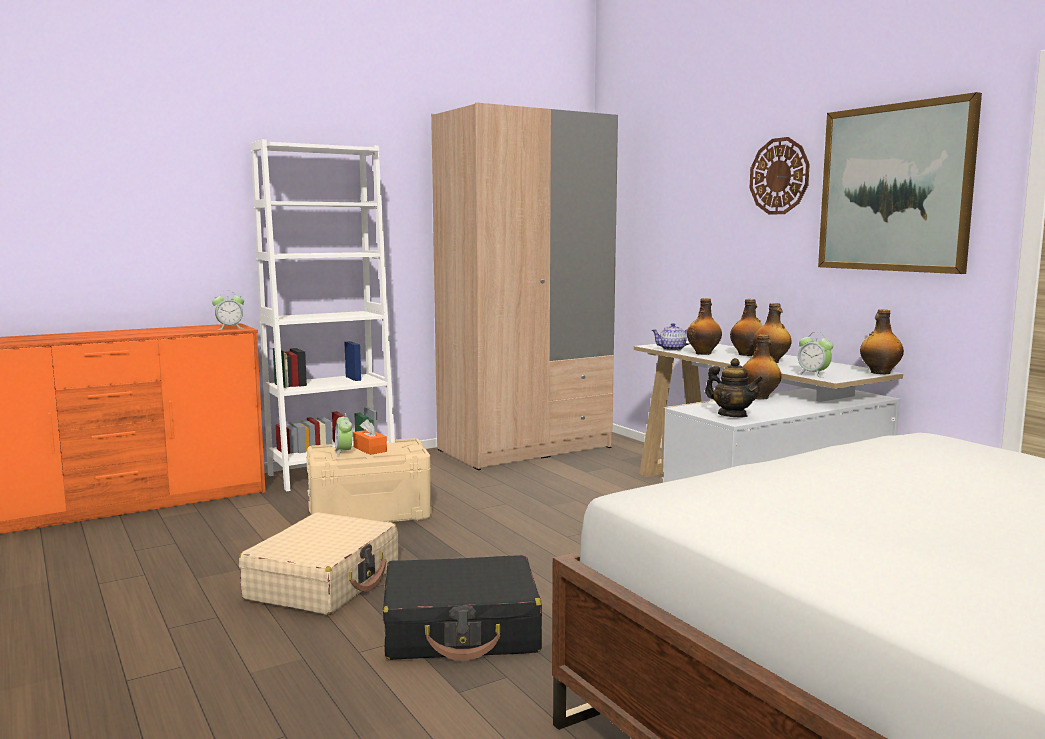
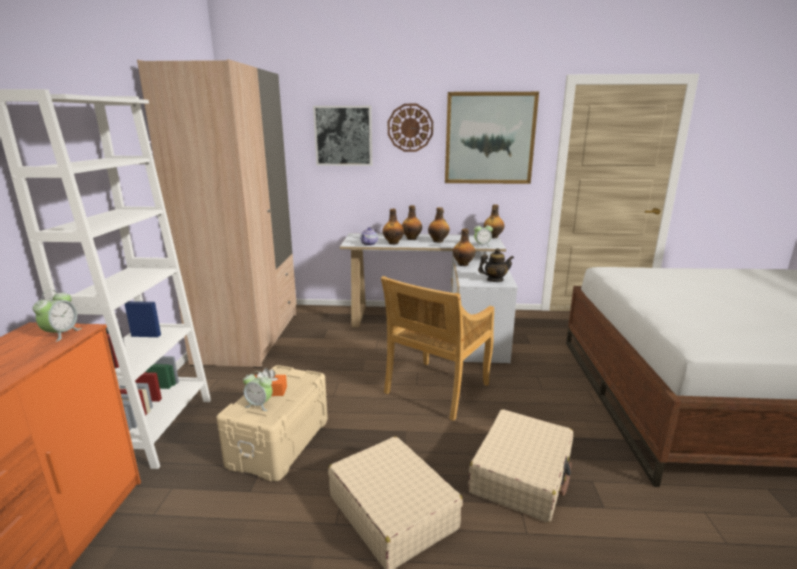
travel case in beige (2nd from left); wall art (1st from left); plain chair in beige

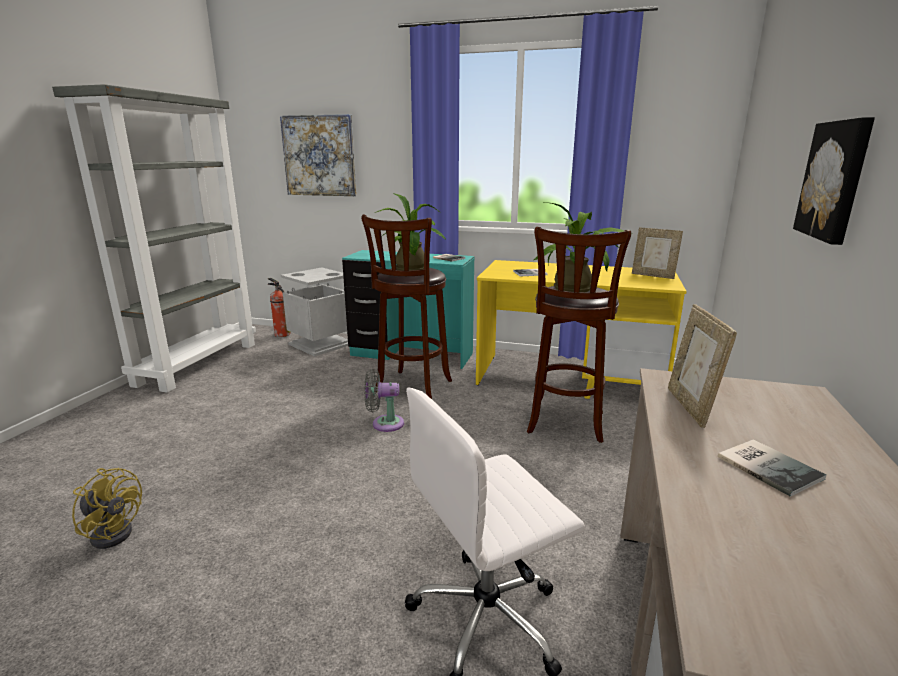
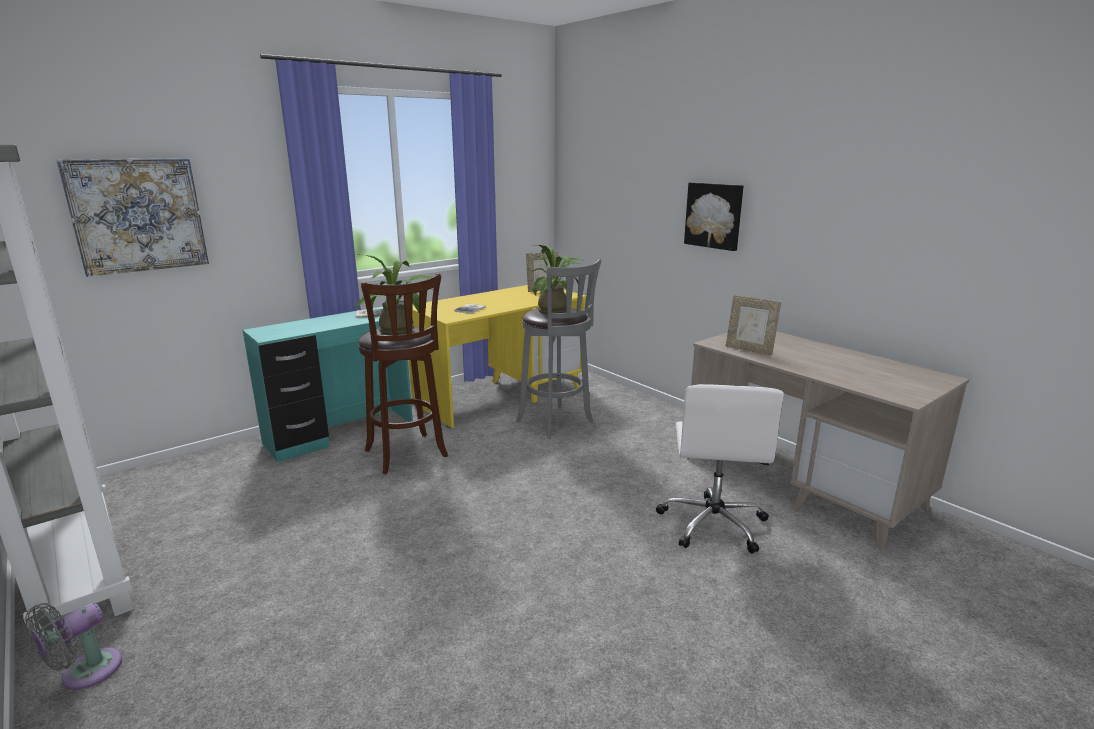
stool in gray; waste bin in gray; fire extinguisher; fan in gray; book (3rd from left in the first image); fan in yellowish

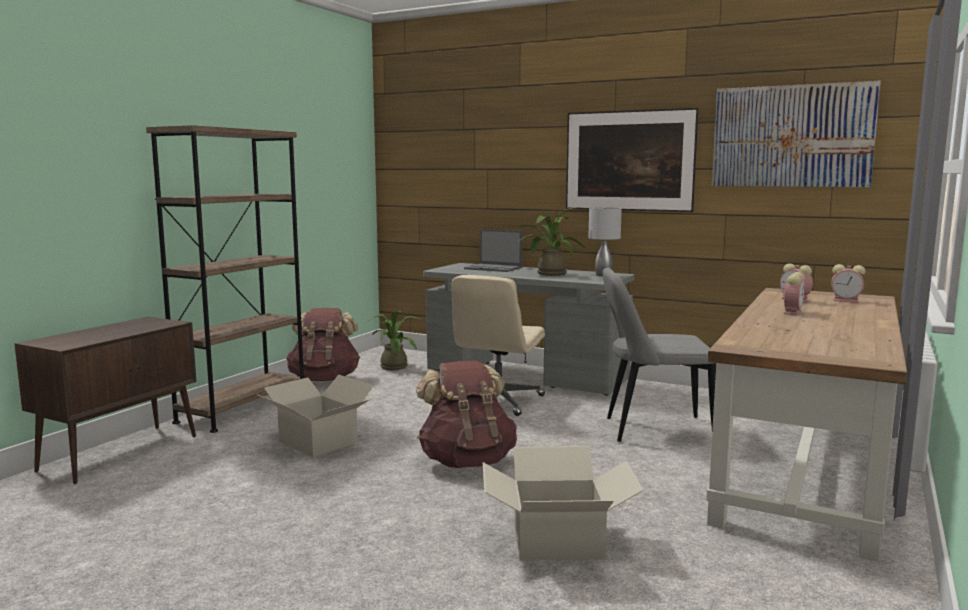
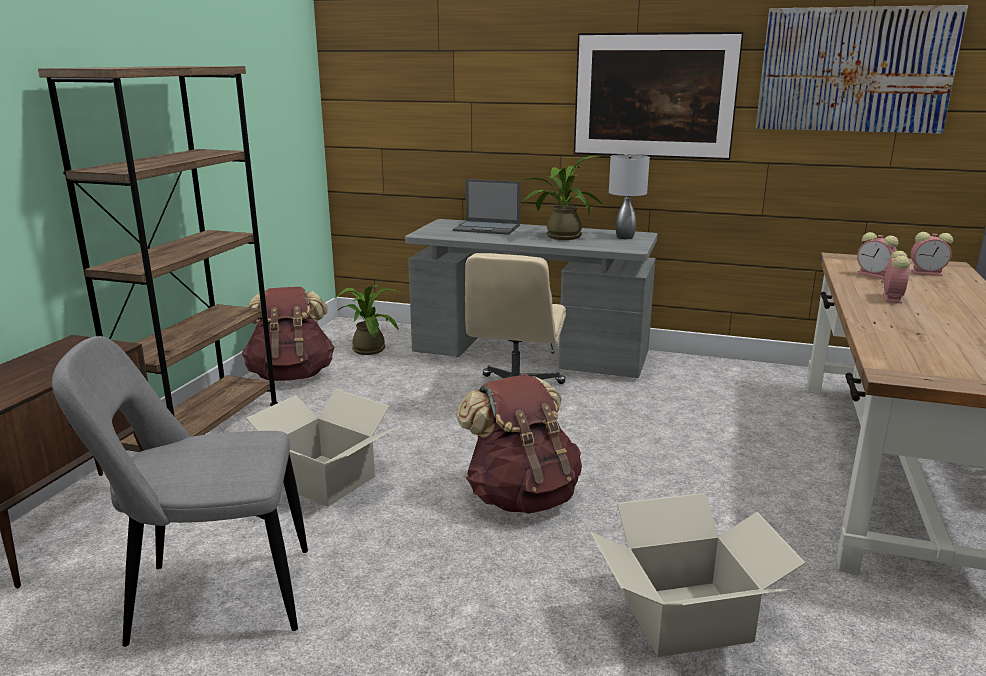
plain chair in gray

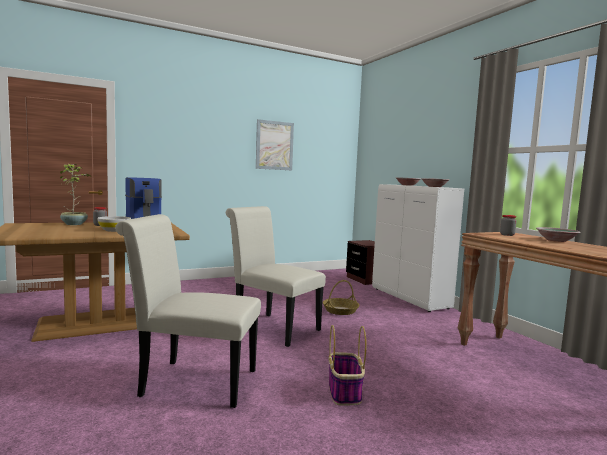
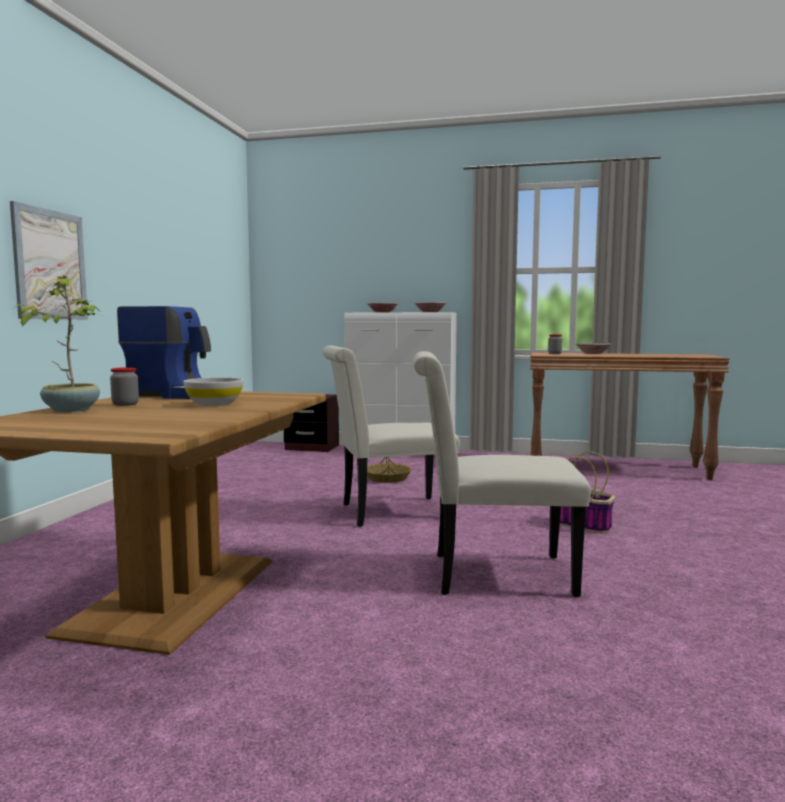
wall art; plain chair in white-coloured (2nd from left)

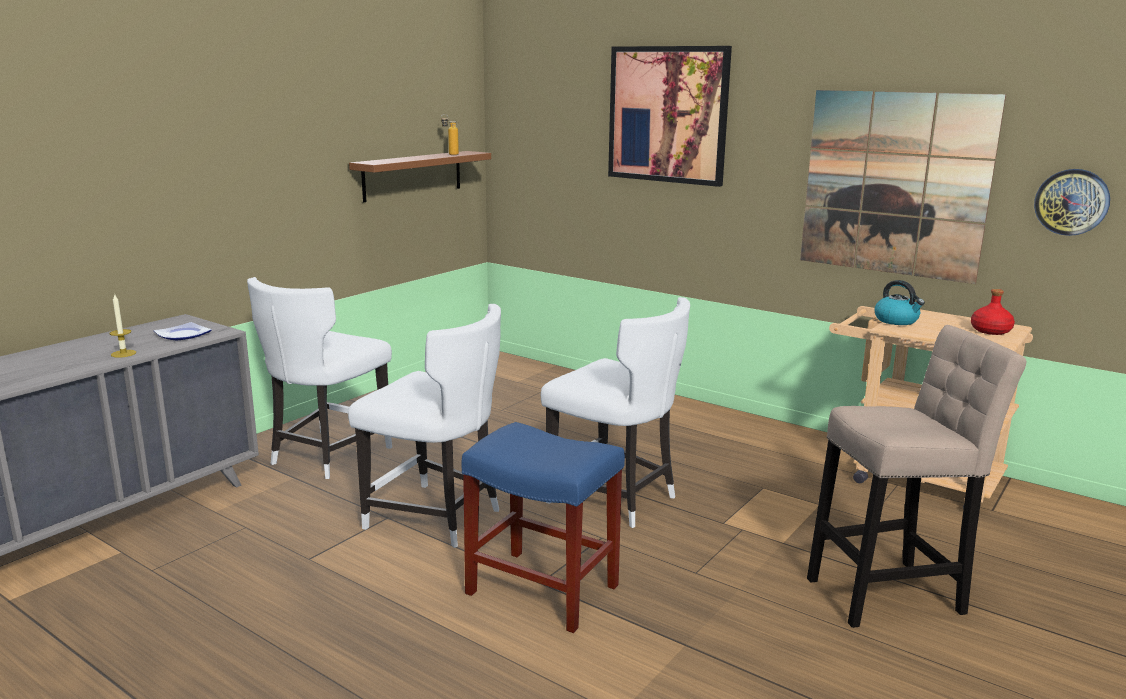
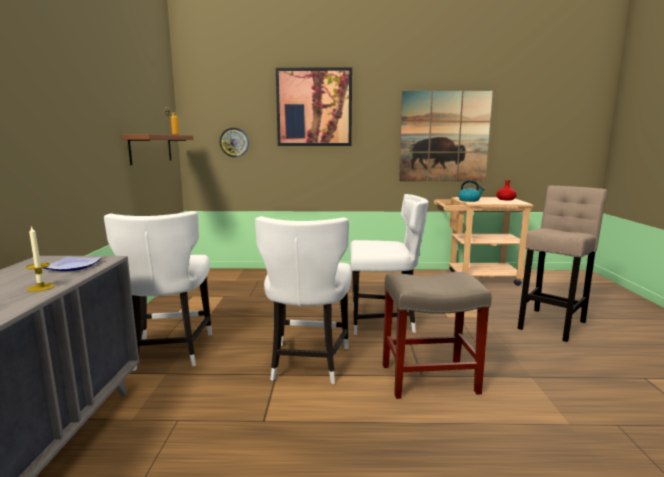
clock on the wall; plain chair in white-coloured (2nd from left); stool in beige (1st from left)

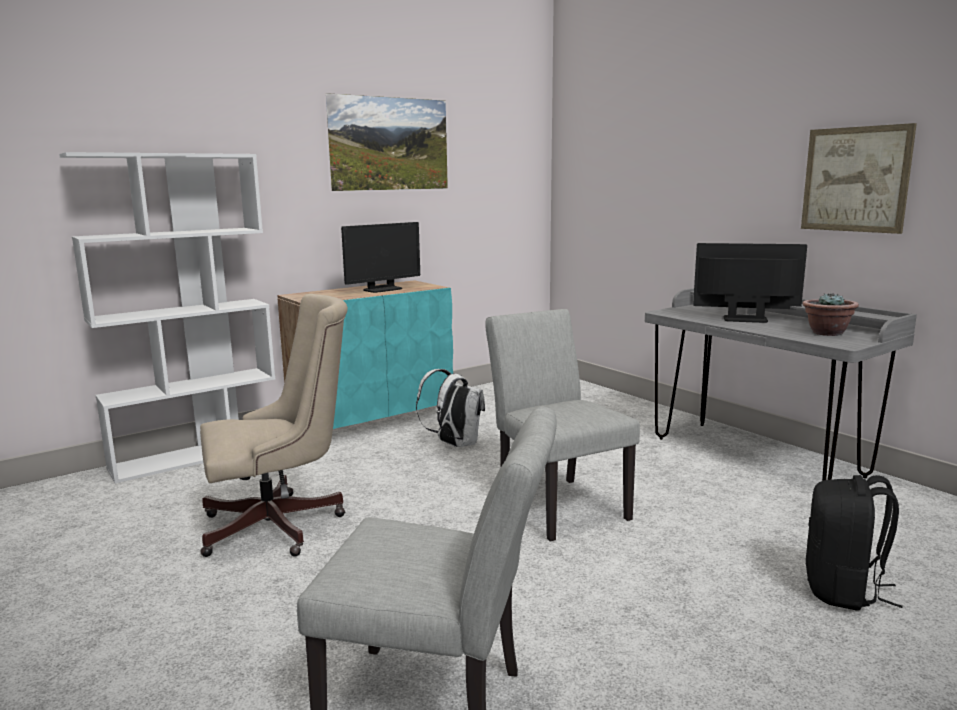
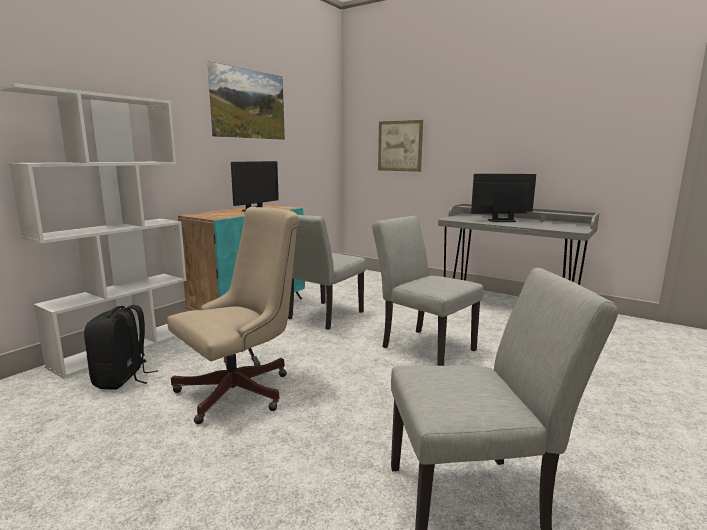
wall art (2nd from left); potted plant; plain chair in gray (1st from left); knapsack in black

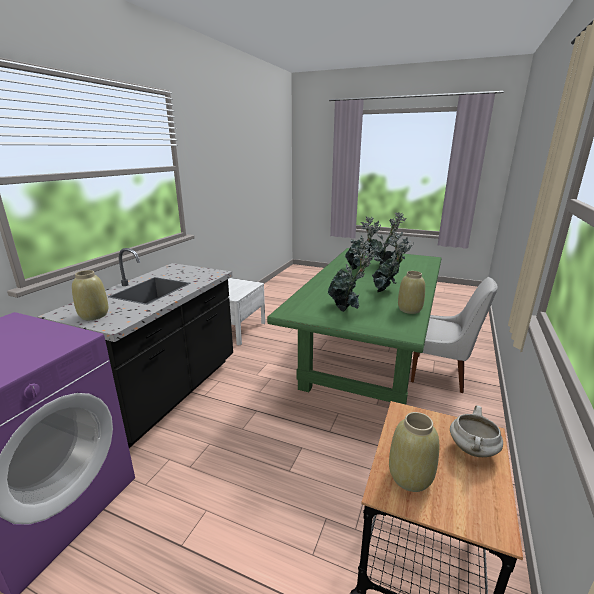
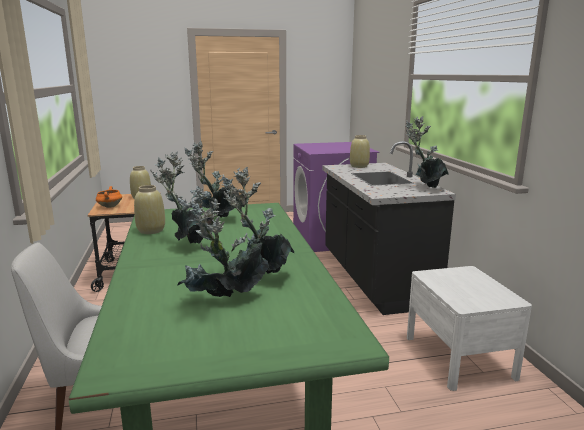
stockpot in orange; potted plant (5th from left)

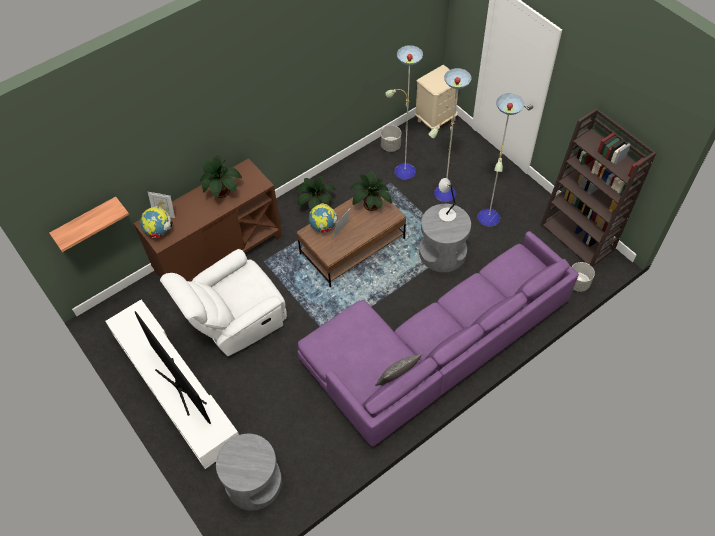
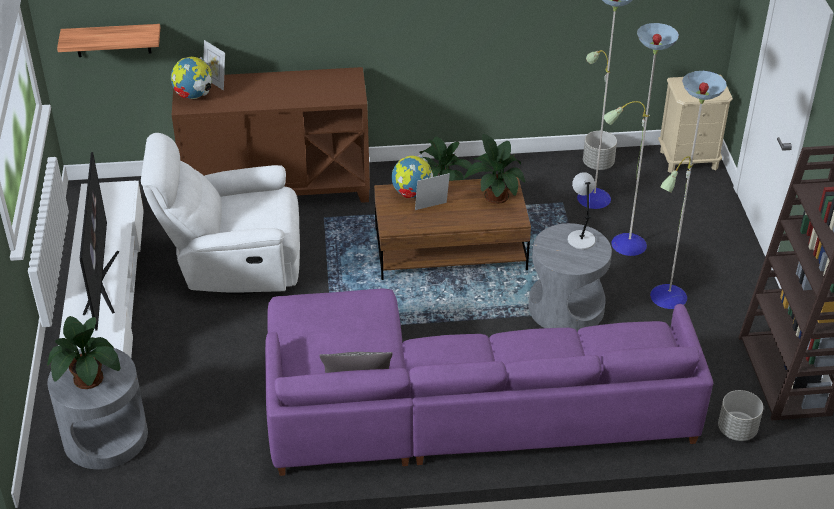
potted plant (1st from left)

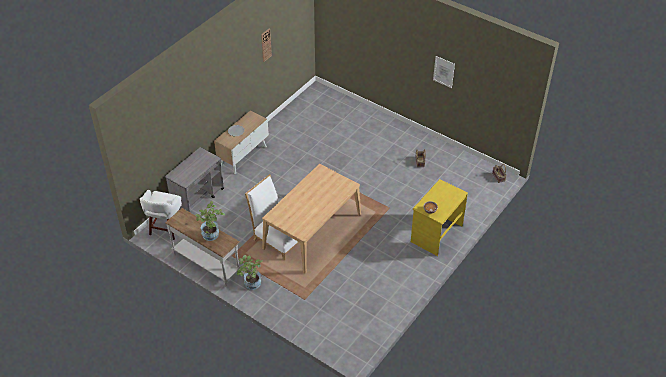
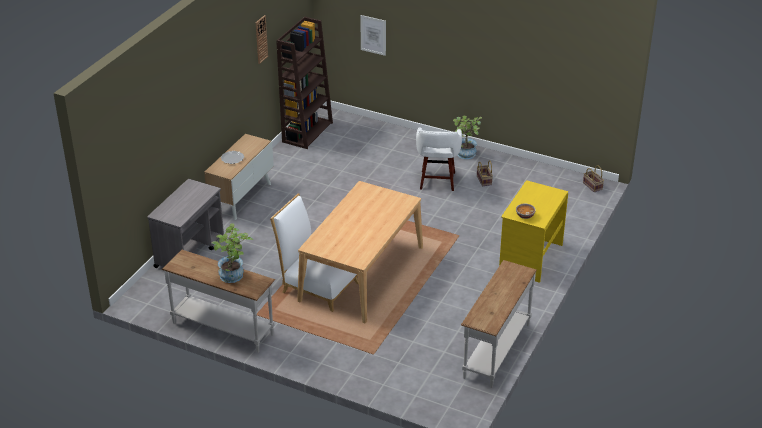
wall art; stool in white-coloured; potted plant (2nd from left); bookcase in brown; hall table in white-coloured (2nd from left)

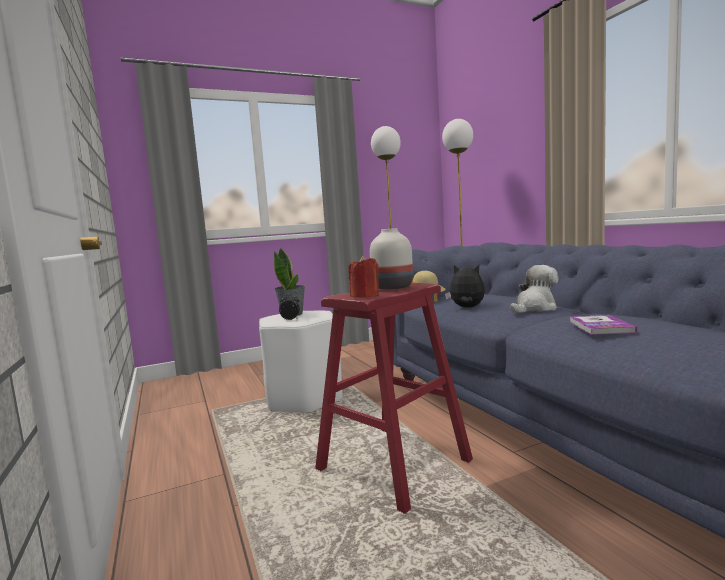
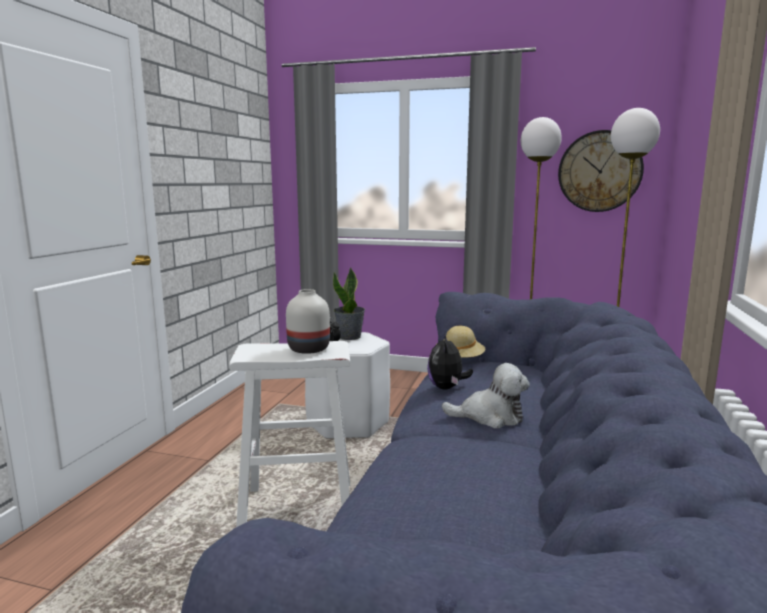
wax light in red; plush toy (1st from left); stool in white-coloured (1st from left); book; clock on the wall

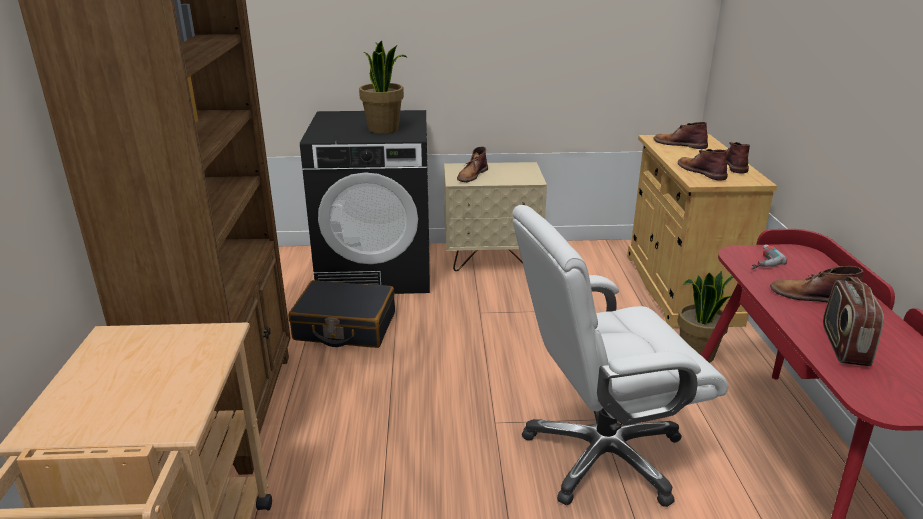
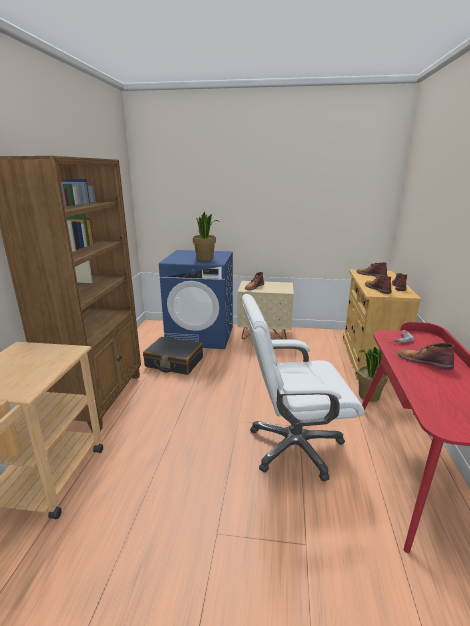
laundry machine in blue-coloured; radio set

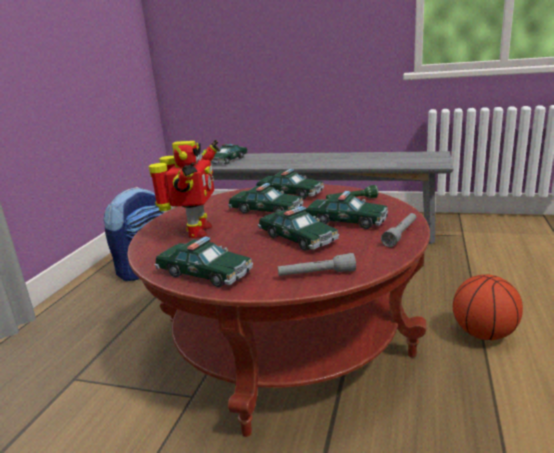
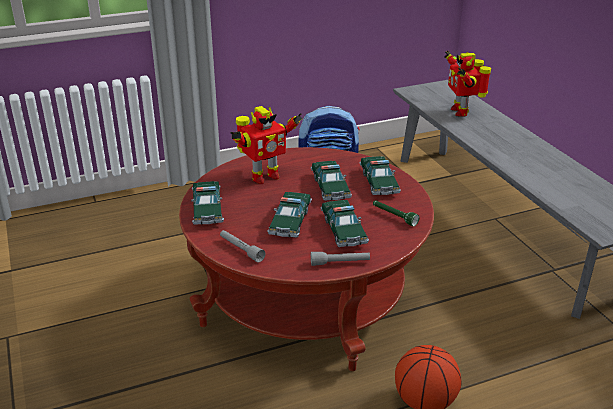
toy robot (2nd from left)

